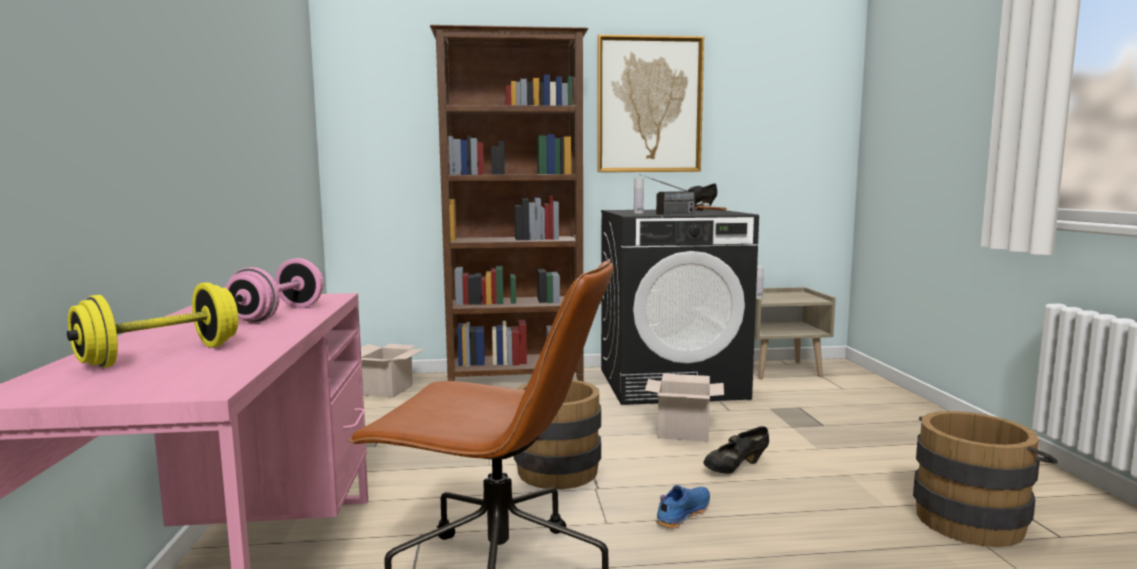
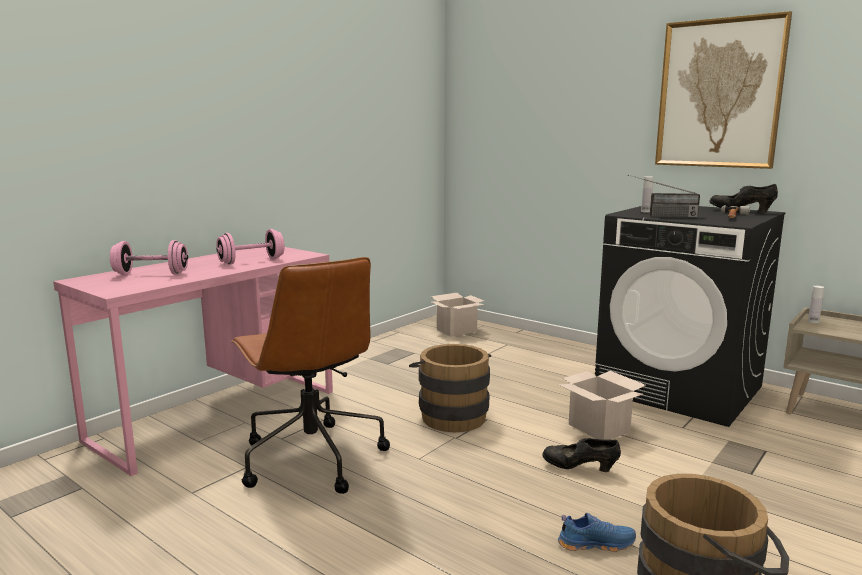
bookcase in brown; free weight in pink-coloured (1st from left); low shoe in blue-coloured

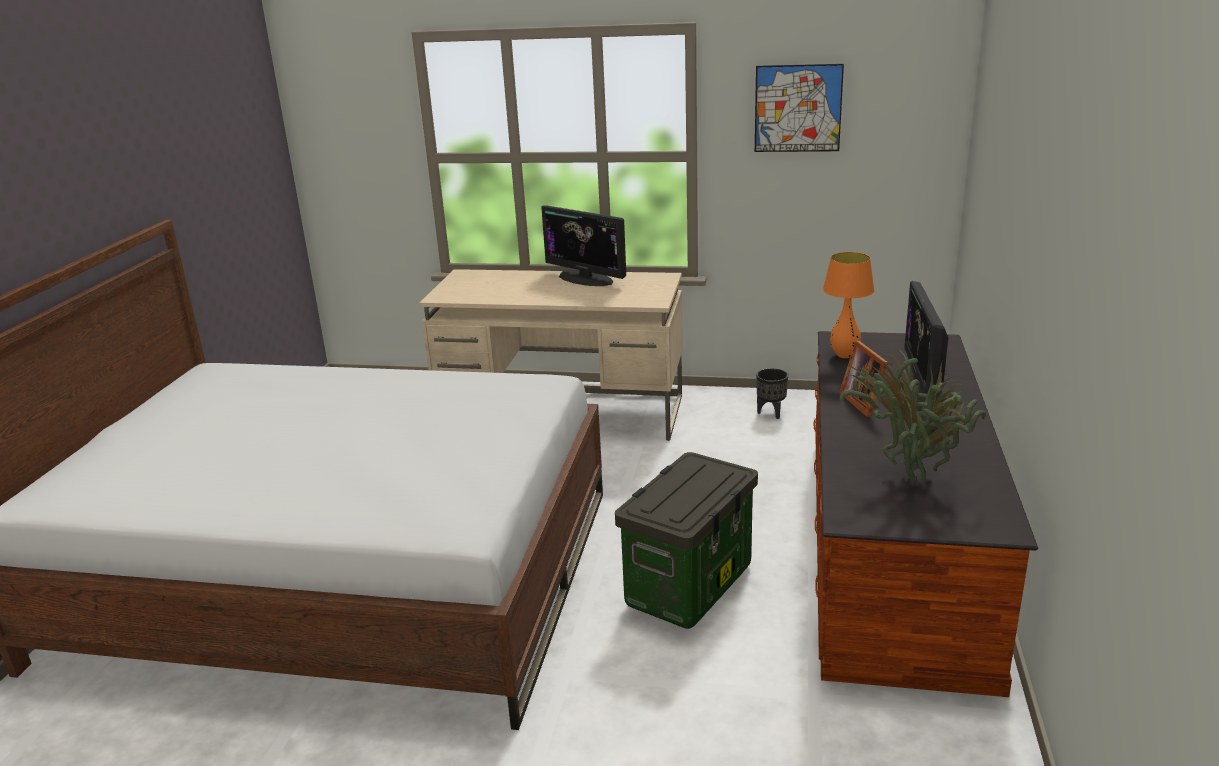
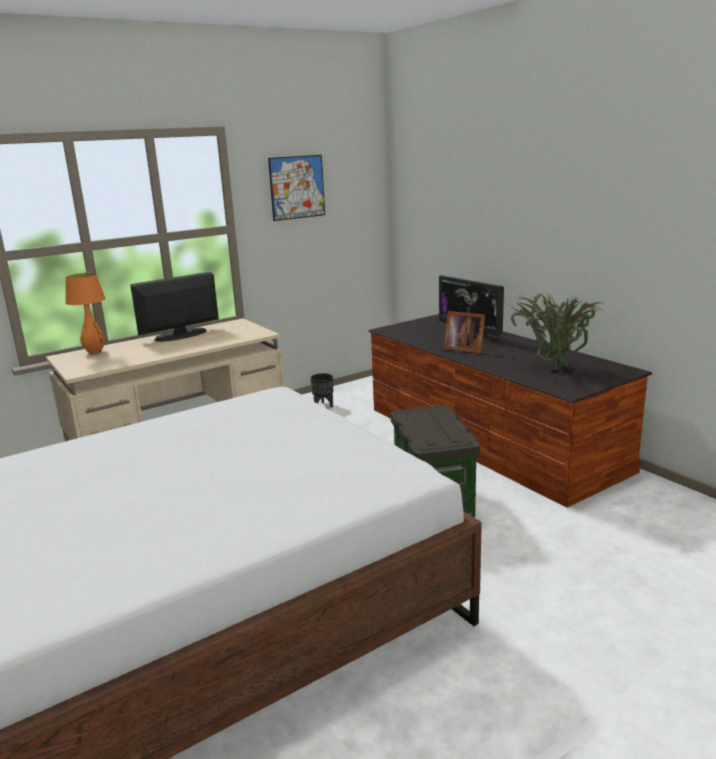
computer display (1st from left); tabletop lamp in orange

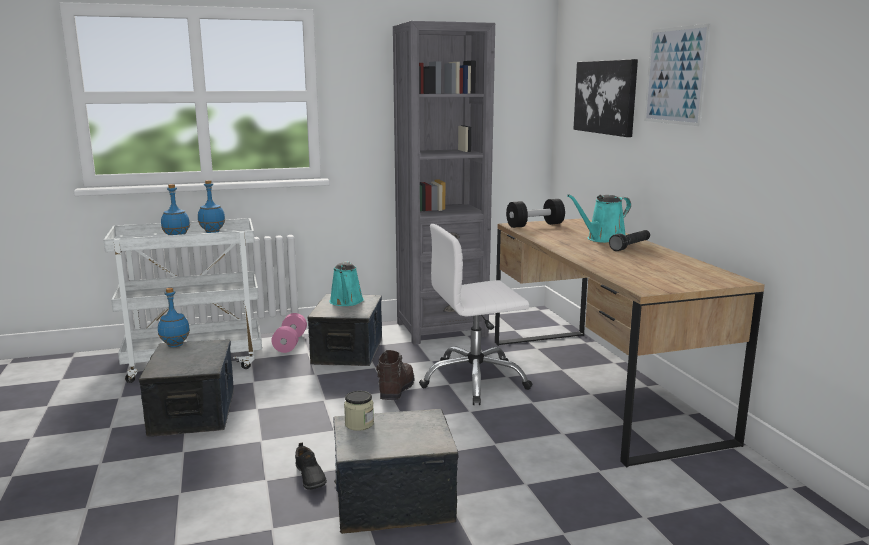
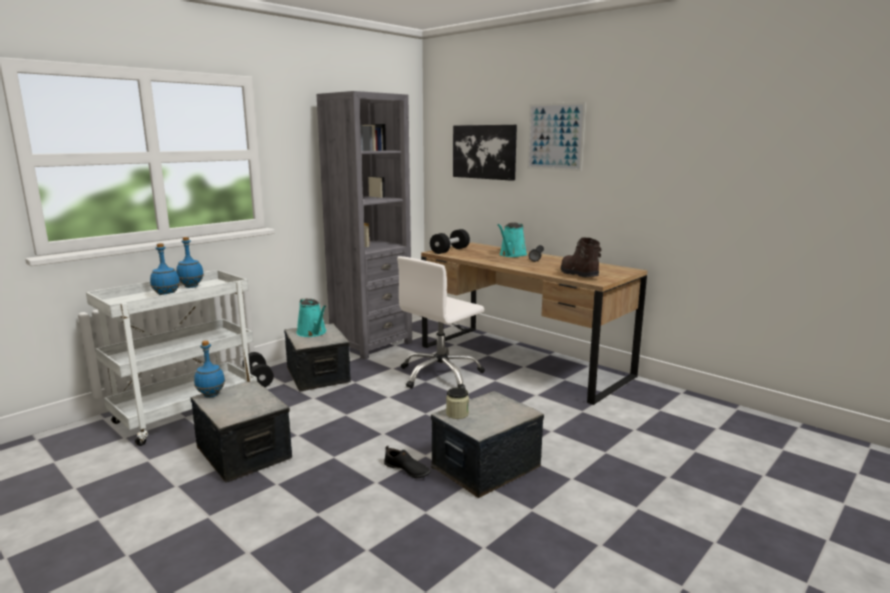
free weight in black (1st from left); boot in brown

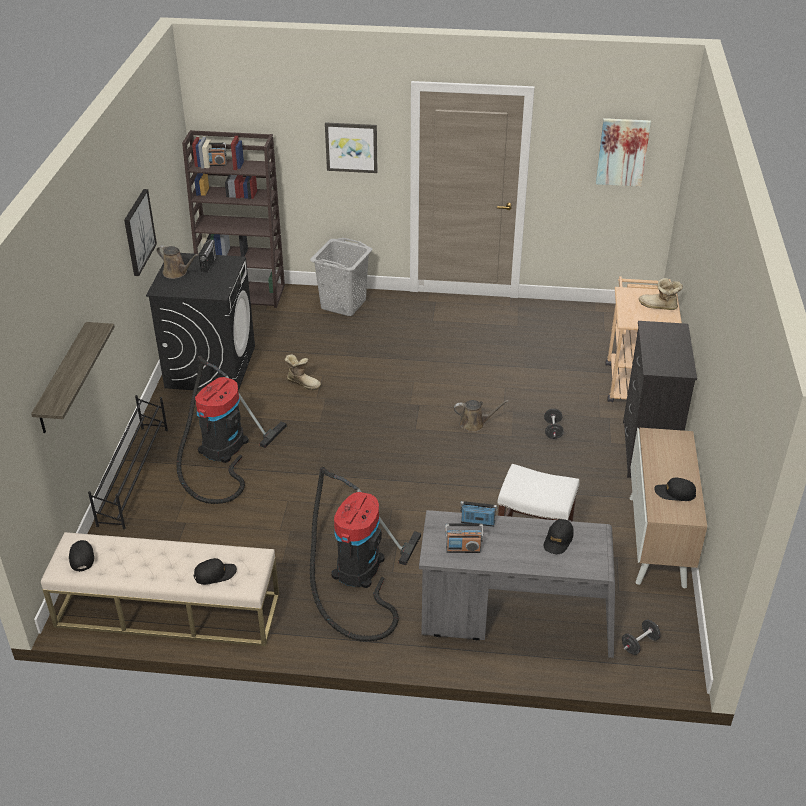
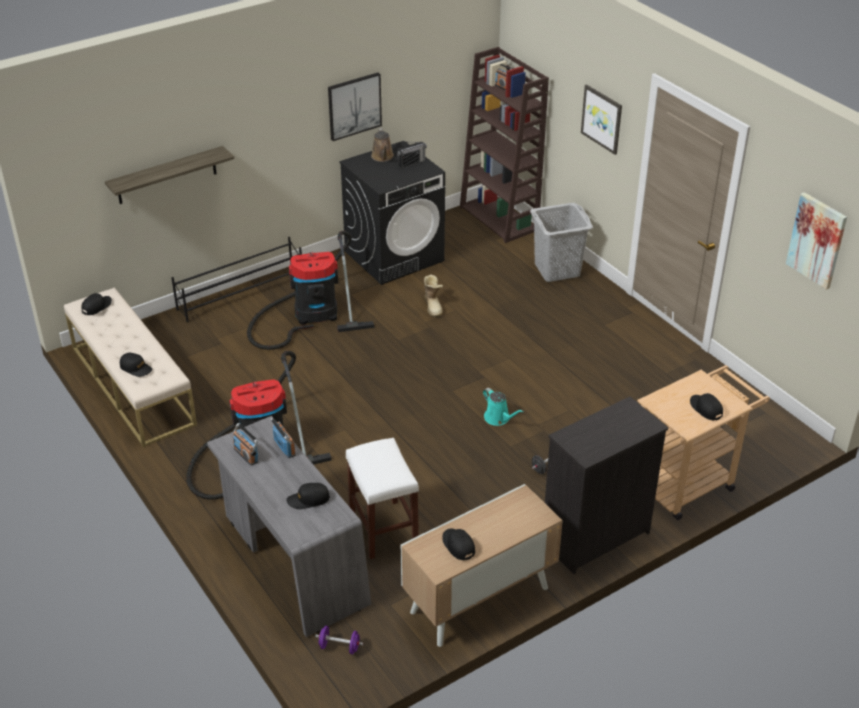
baseball cap in black (5th from left); watering can in turquoise; free weight in purple

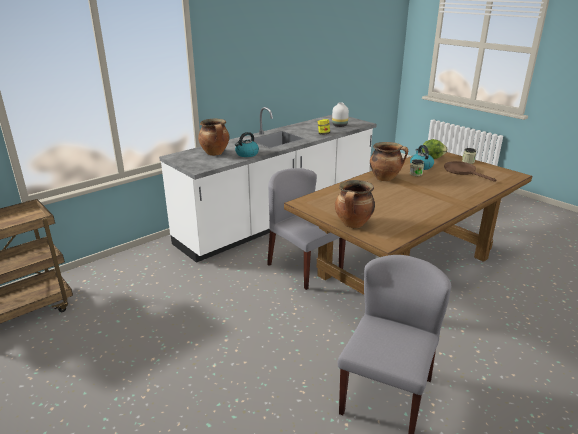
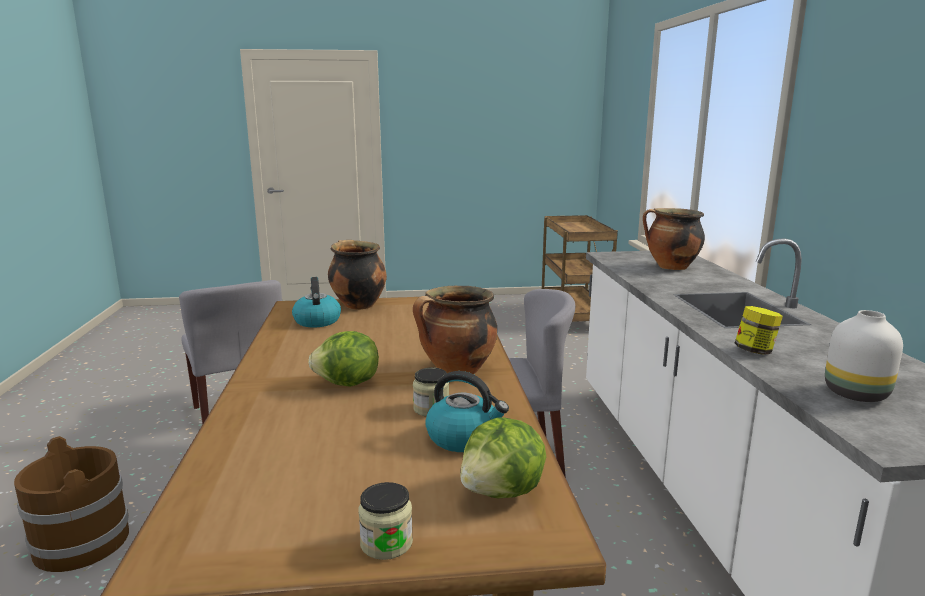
kettle (1st from left); pan in brown; lettuce head (1st from left); pail in brown

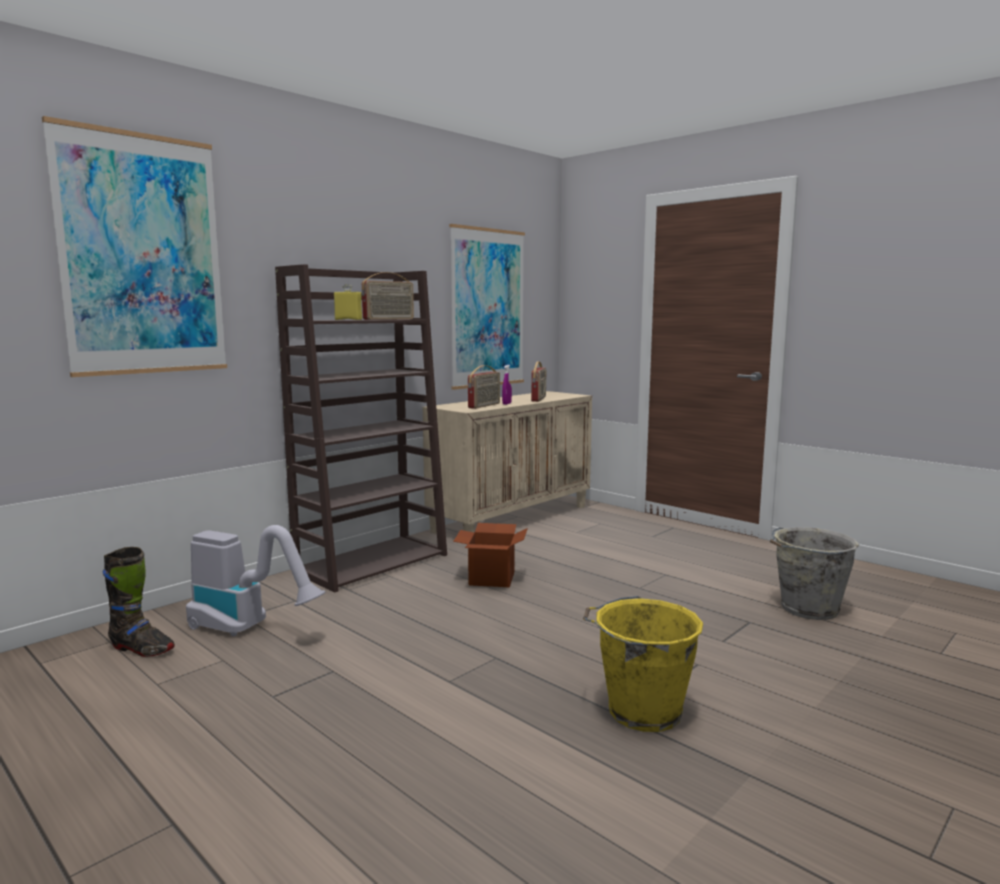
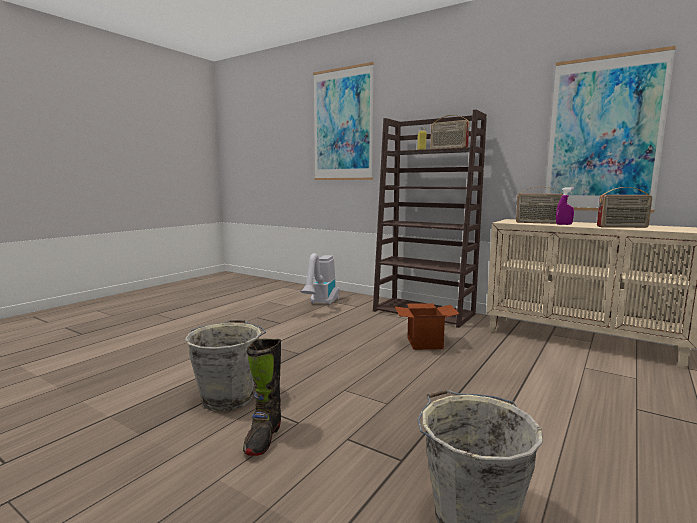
boot in black; pail in gray (1st from left)

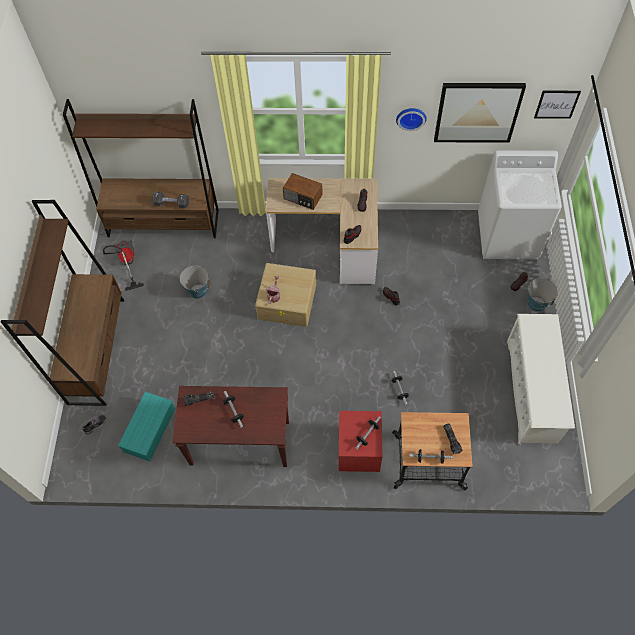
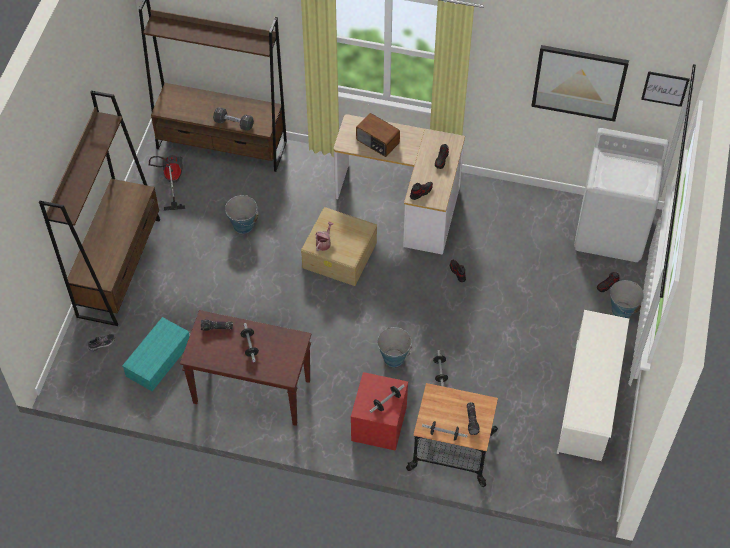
clock on the wall; pail (2nd from left)

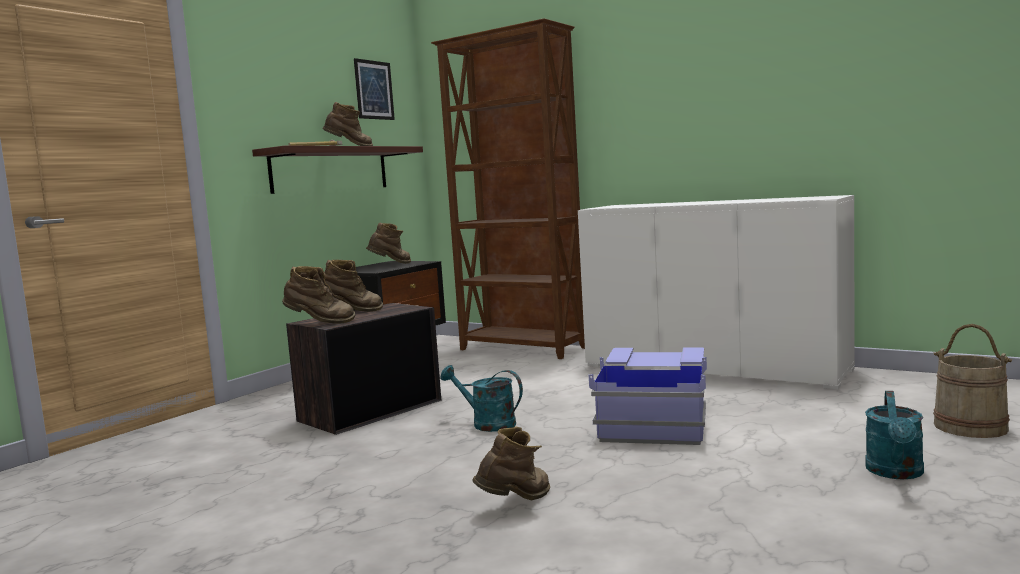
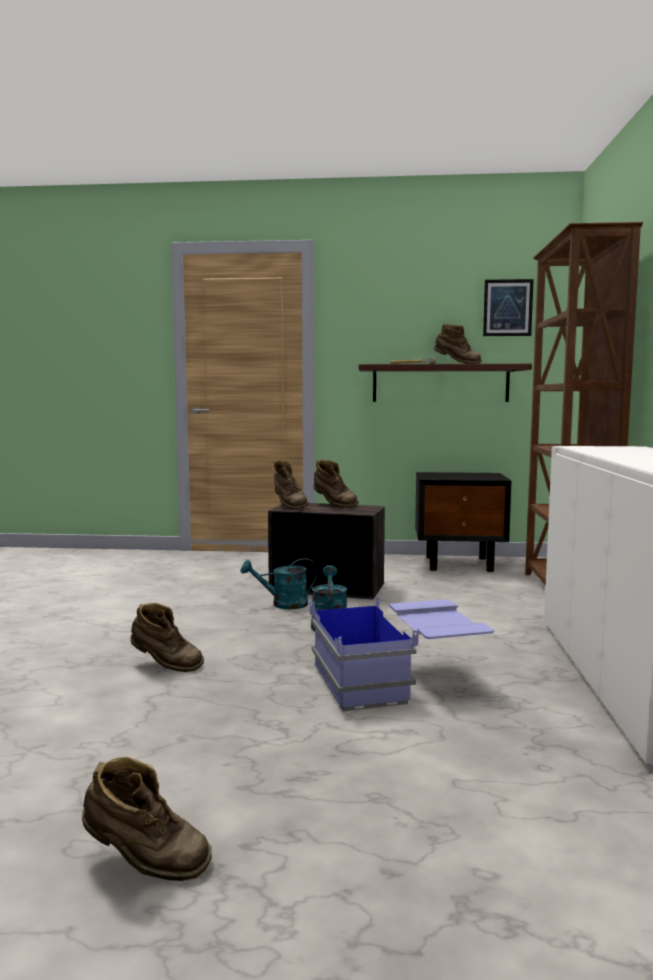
boot in brown (1st from left); pail in beige; watering can in turquoise (1st from left)

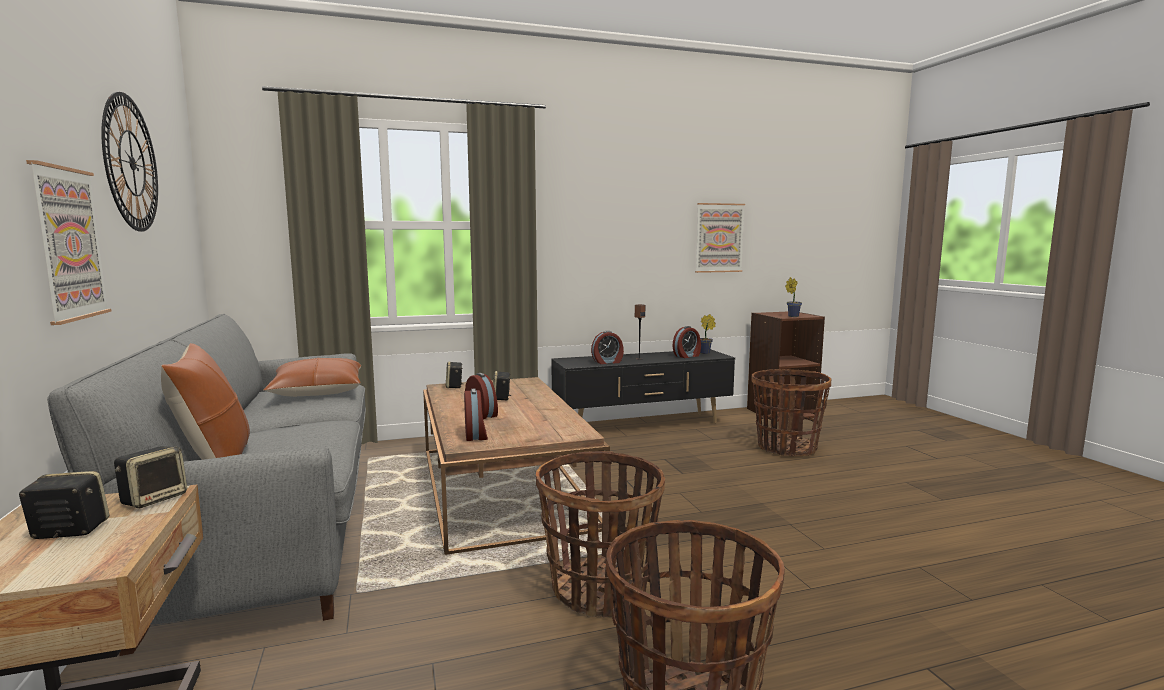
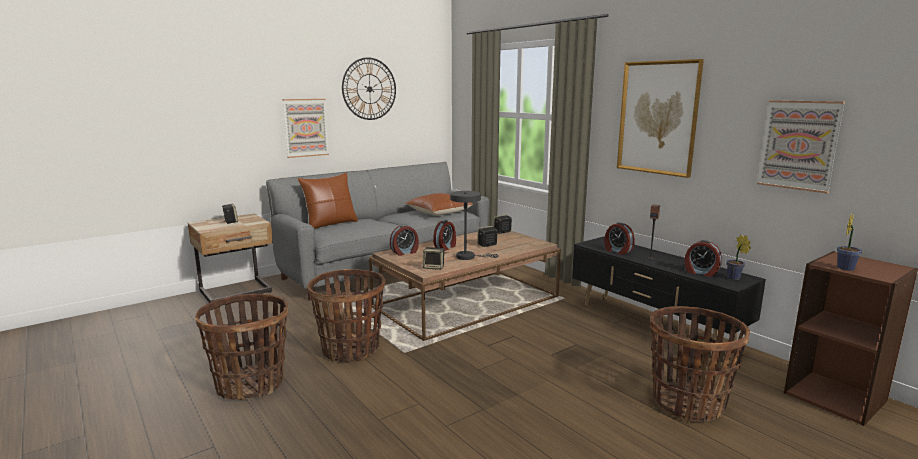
loudspeaker (2nd from left); wall art (2nd from left); tabletop lamp in gray

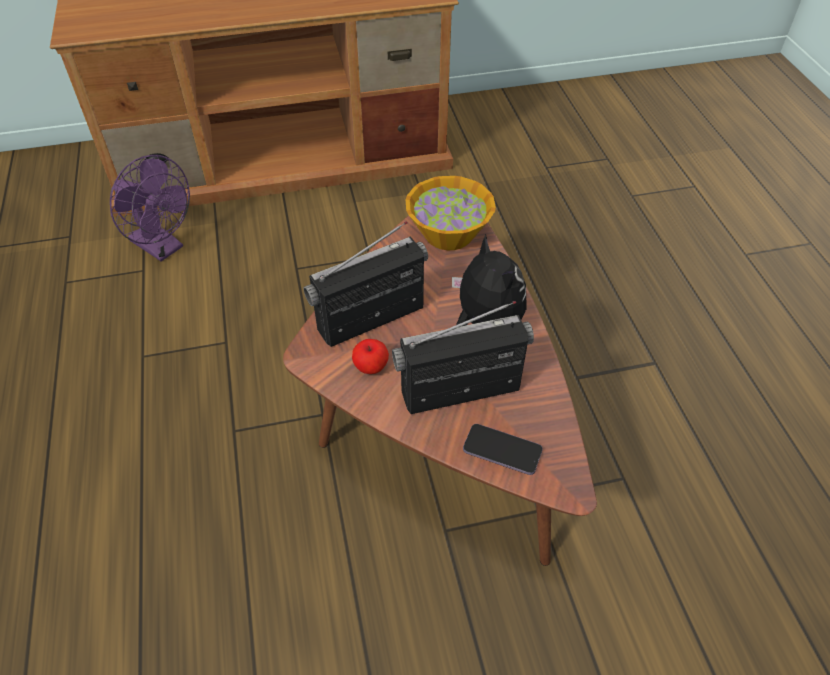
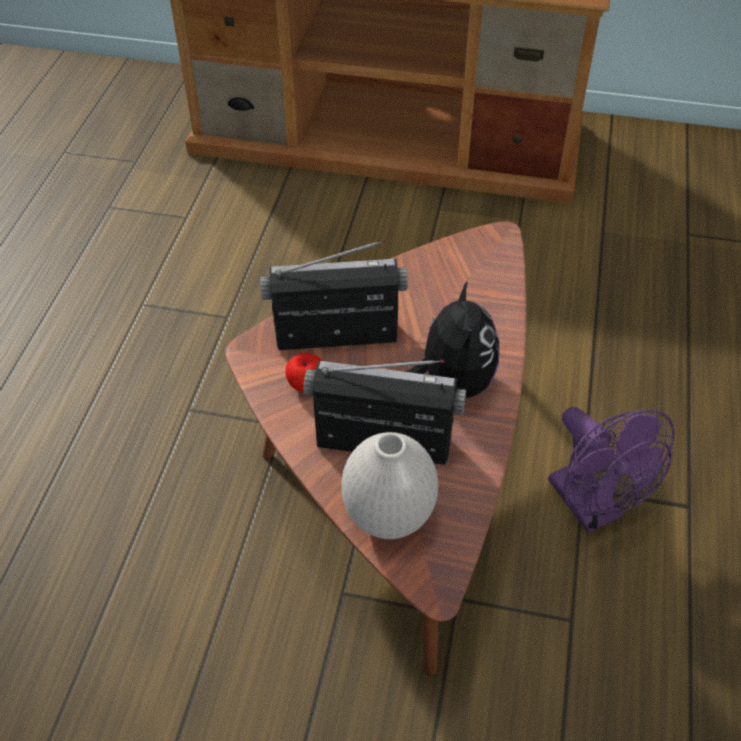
fan in purple; deep dish; vase in white-coloured

